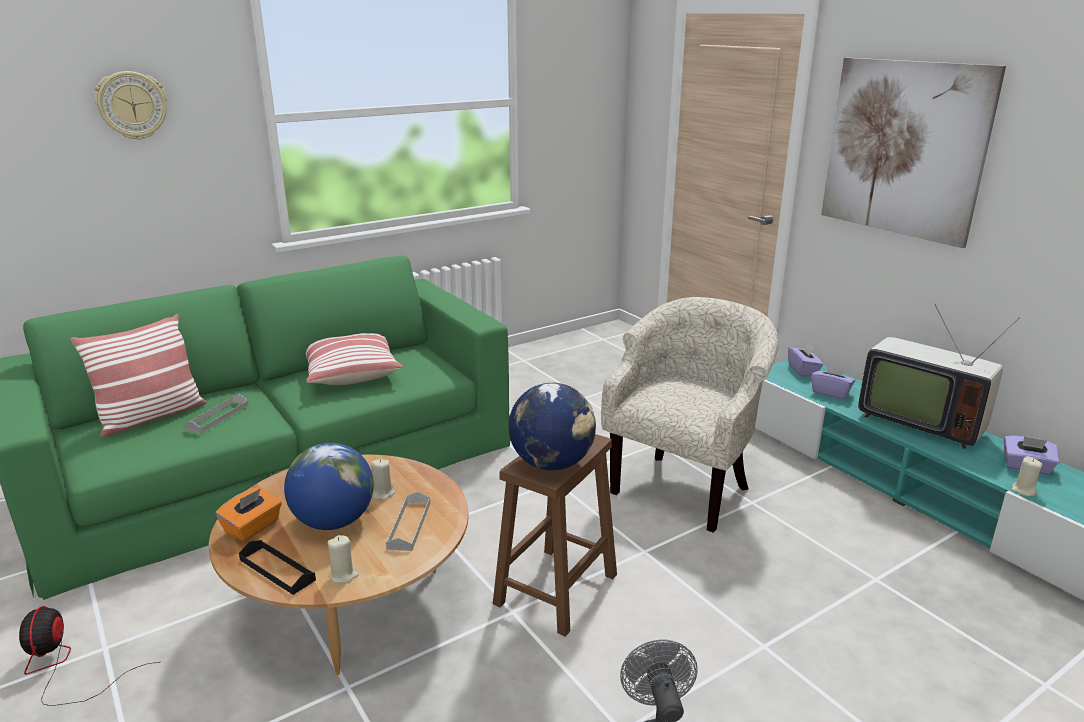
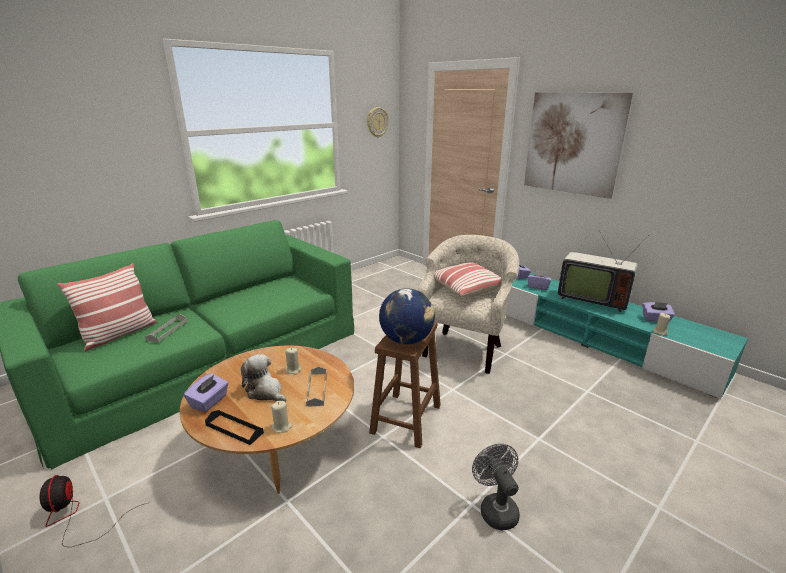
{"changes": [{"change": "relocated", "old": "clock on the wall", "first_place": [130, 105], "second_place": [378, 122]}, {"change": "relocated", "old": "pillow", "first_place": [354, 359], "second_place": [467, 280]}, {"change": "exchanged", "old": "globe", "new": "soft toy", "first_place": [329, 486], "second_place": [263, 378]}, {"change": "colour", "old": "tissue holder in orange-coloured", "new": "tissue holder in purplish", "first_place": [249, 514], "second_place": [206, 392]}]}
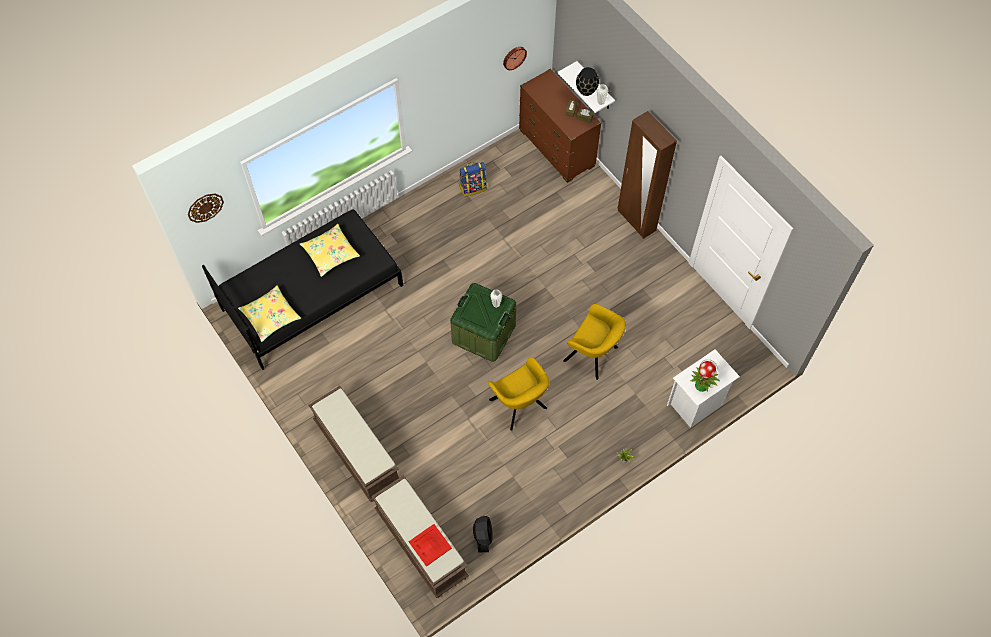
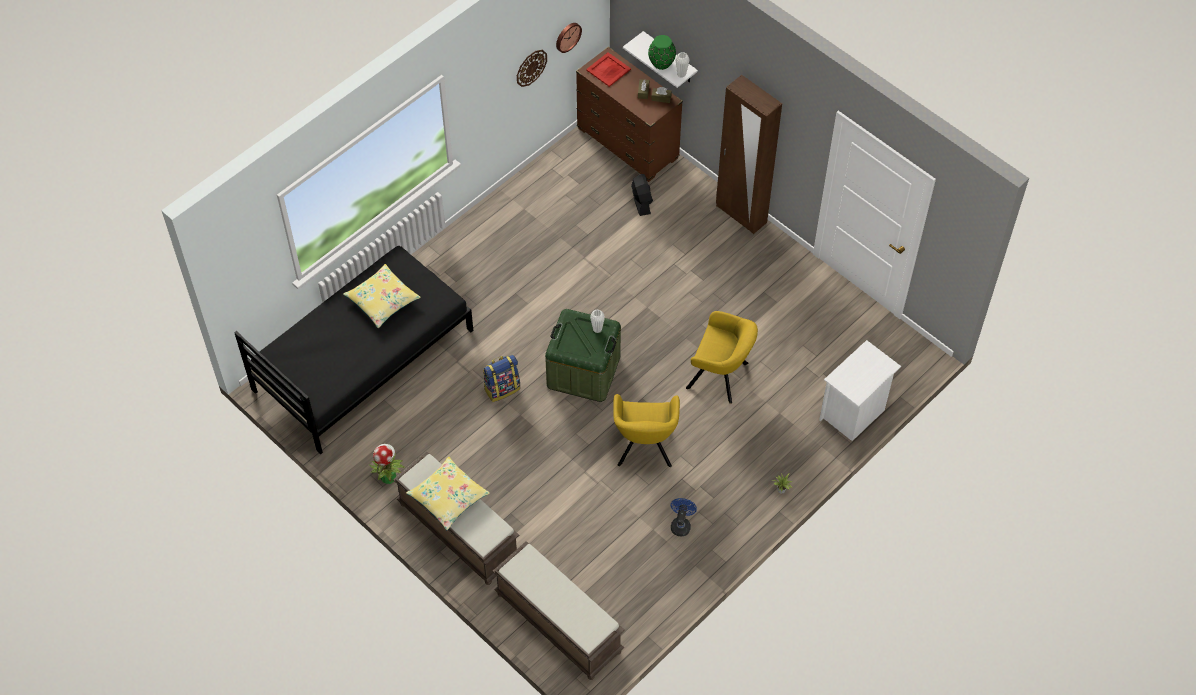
{"changes": [{"change": "colour", "old": "flower vase in black", "new": "flower vase in green", "first_place": [587, 81], "second_place": [662, 52]}, {"change": "relocated", "old": "knapsack", "first_place": [473, 179], "second_place": [501, 378]}, {"change": "relocated", "old": "clock on the wall", "first_place": [206, 208], "second_place": [532, 68]}, {"change": "relocated", "old": "pillow in yellowish", "first_place": [269, 313], "second_place": [448, 493]}, {"change": "spun", "old": "easy chair in yellowish", "first_place": [519, 394], "second_place": [646, 430], "degrees": 45}, {"change": "relocated", "old": "potted plant", "first_place": [705, 375], "second_place": [387, 464]}, {"change": "relocated", "old": "cooling fan in black", "first_place": [483, 534], "second_place": [642, 195]}, {"change": "relocated", "old": "carrying tray in red", "first_place": [430, 545], "second_place": [608, 69]}, {"change": "appeared", "new": "cooling fan in blue", "second_place": [684, 517]}]}
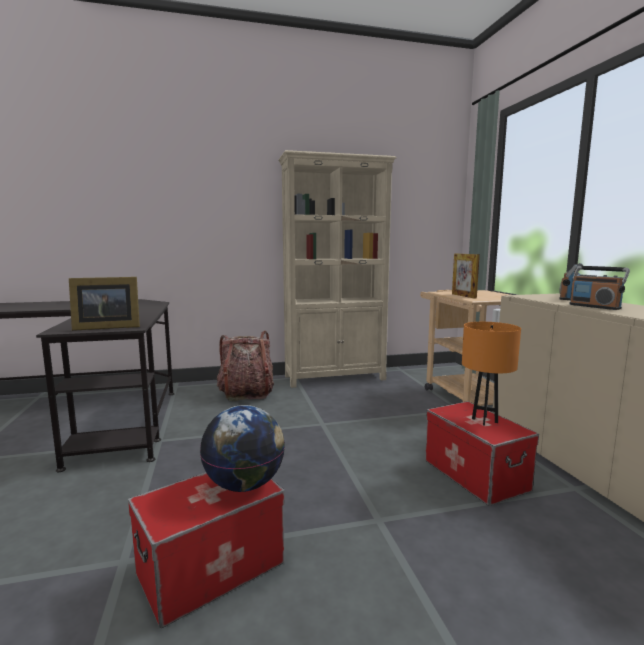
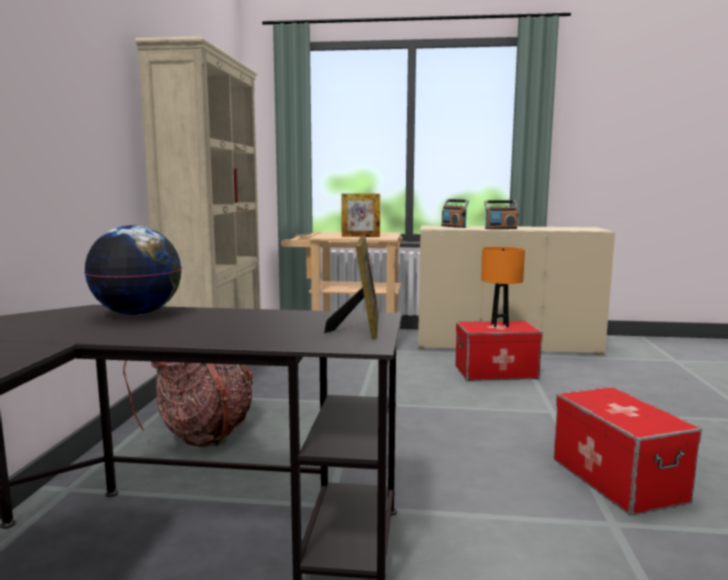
{"changes": [{"change": "relocated", "old": "globe", "first_place": [242, 448], "second_place": [133, 270]}]}
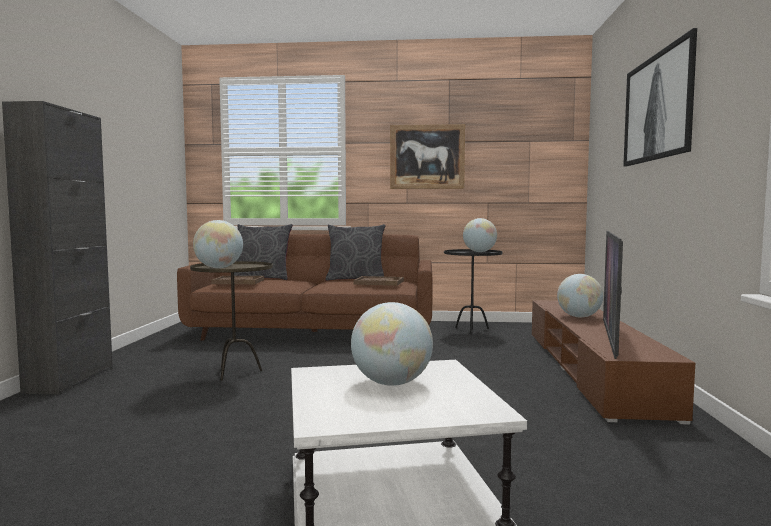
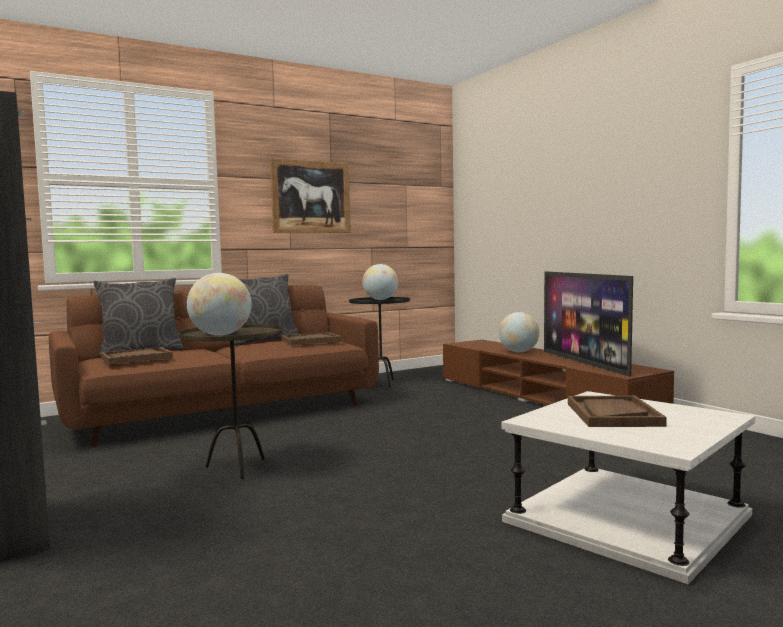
{"changes": [{"change": "missing", "old": "wall art", "first_place": [660, 97]}, {"change": "exchanged", "old": "globe", "new": "carrying tray in brown", "first_place": [392, 344], "second_place": [617, 411]}]}
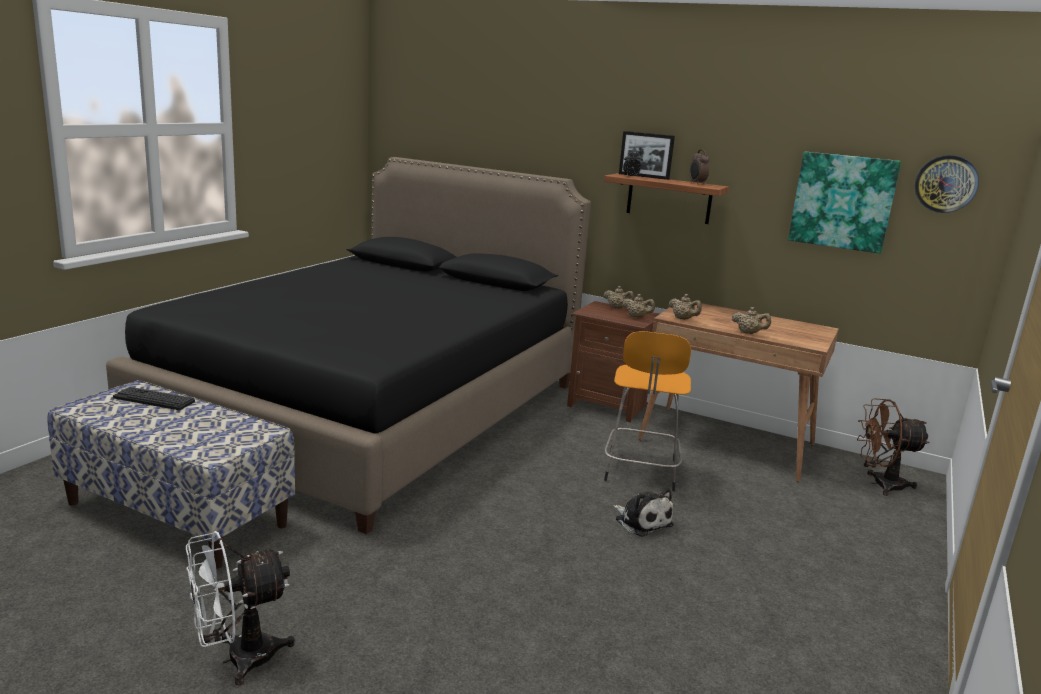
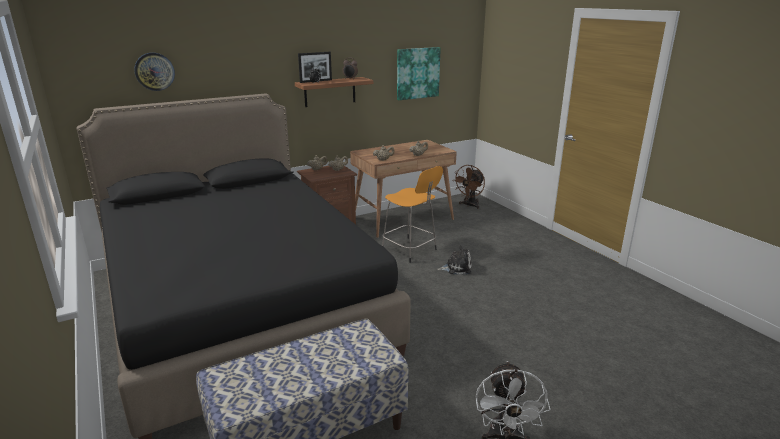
{"changes": [{"change": "relocated", "old": "clock on the wall", "first_place": [947, 184], "second_place": [154, 72]}, {"change": "missing", "old": "computer keyboard", "first_place": [154, 398]}]}
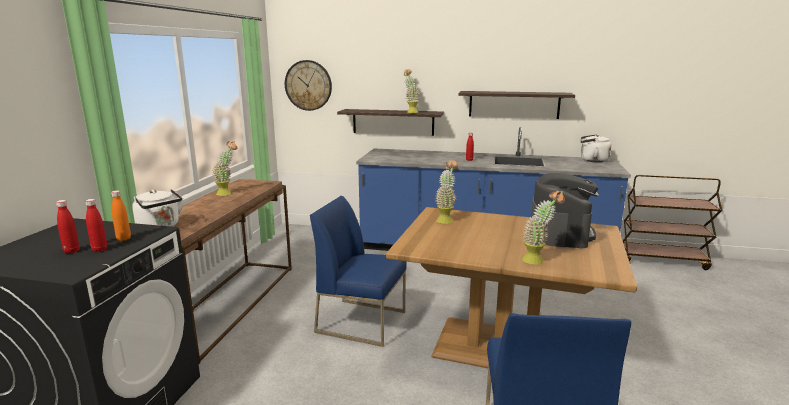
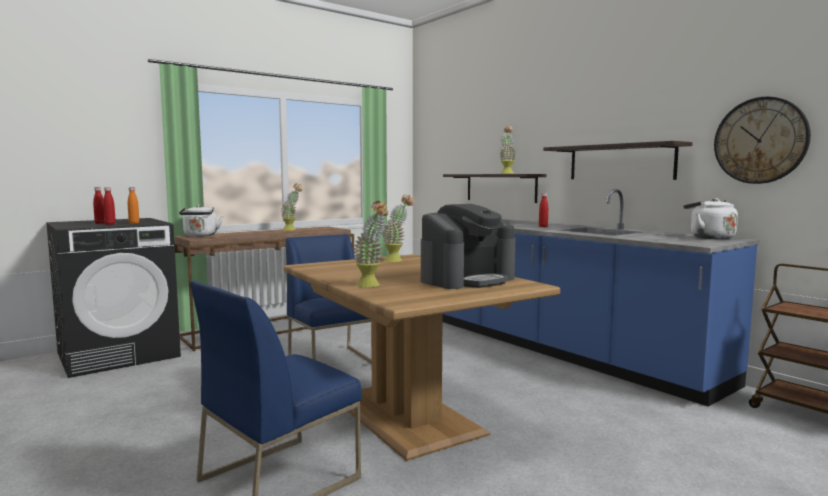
{"changes": [{"change": "relocated", "old": "clock on the wall", "first_place": [308, 85], "second_place": [762, 140]}]}
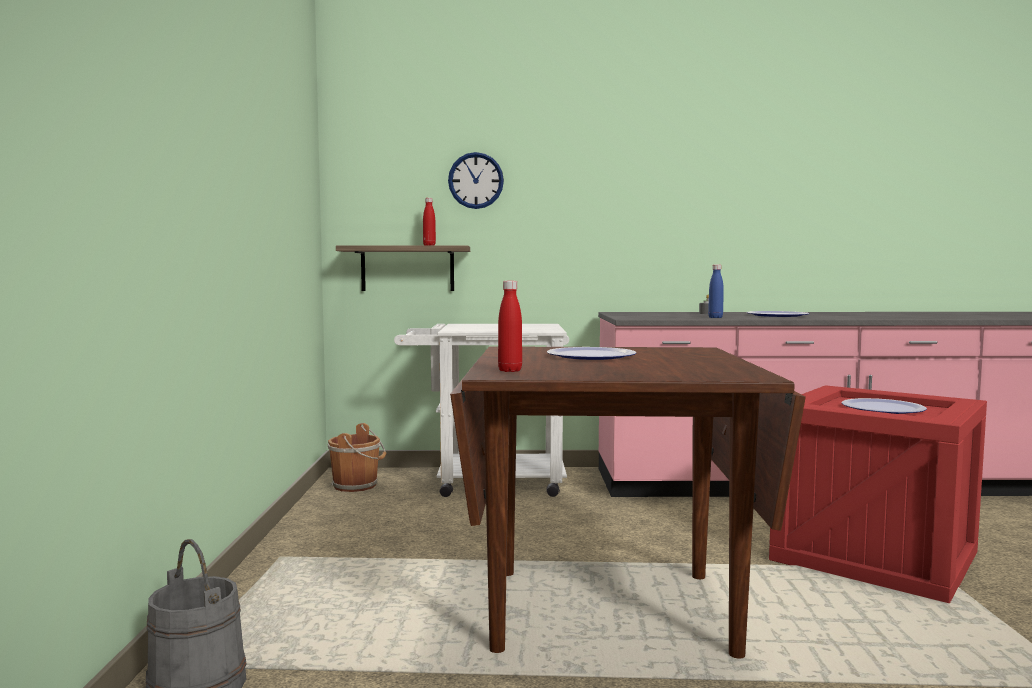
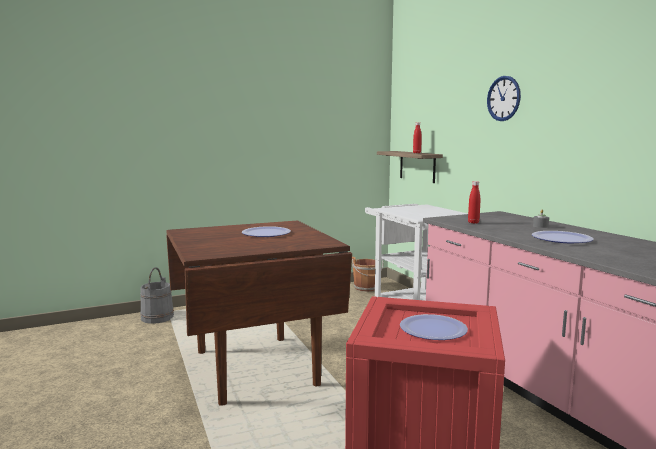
{"changes": [{"change": "relocated", "old": "clock on the wall", "first_place": [476, 180], "second_place": [504, 98]}, {"change": "missing", "old": "beverage bottle in blue", "first_place": [716, 291]}, {"change": "relocated", "old": "beverage bottle in red", "first_place": [510, 326], "second_place": [474, 202]}]}
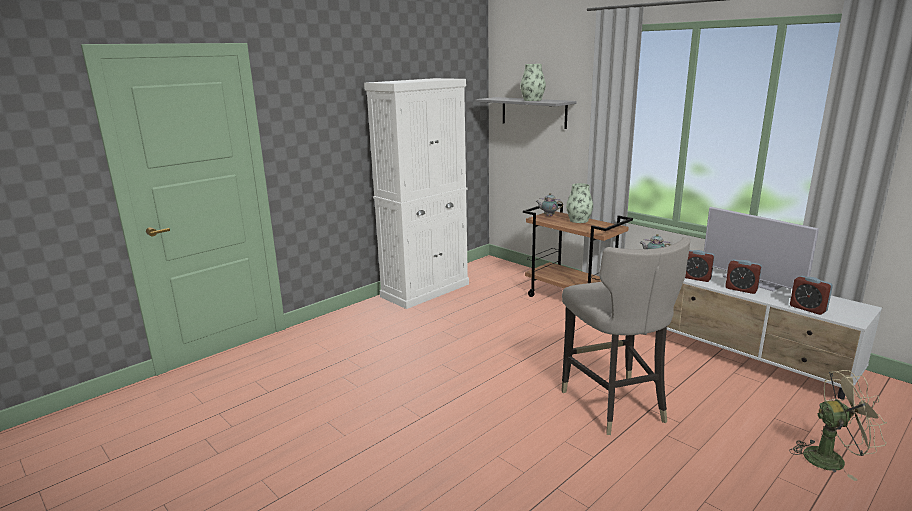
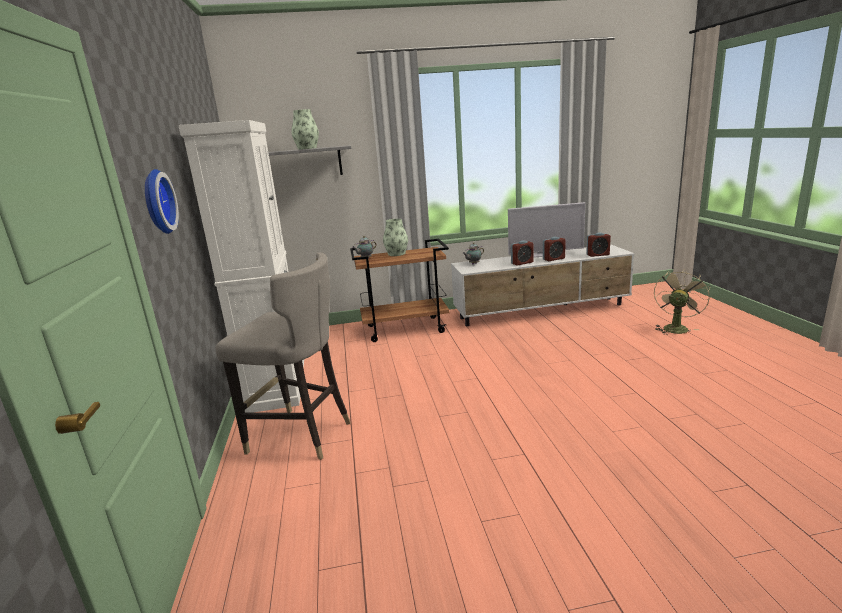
{"changes": [{"change": "relocated", "old": "stool in greyish", "first_place": [625, 336], "second_place": [283, 356]}, {"change": "appeared", "new": "clock on the wall", "second_place": [162, 201]}]}
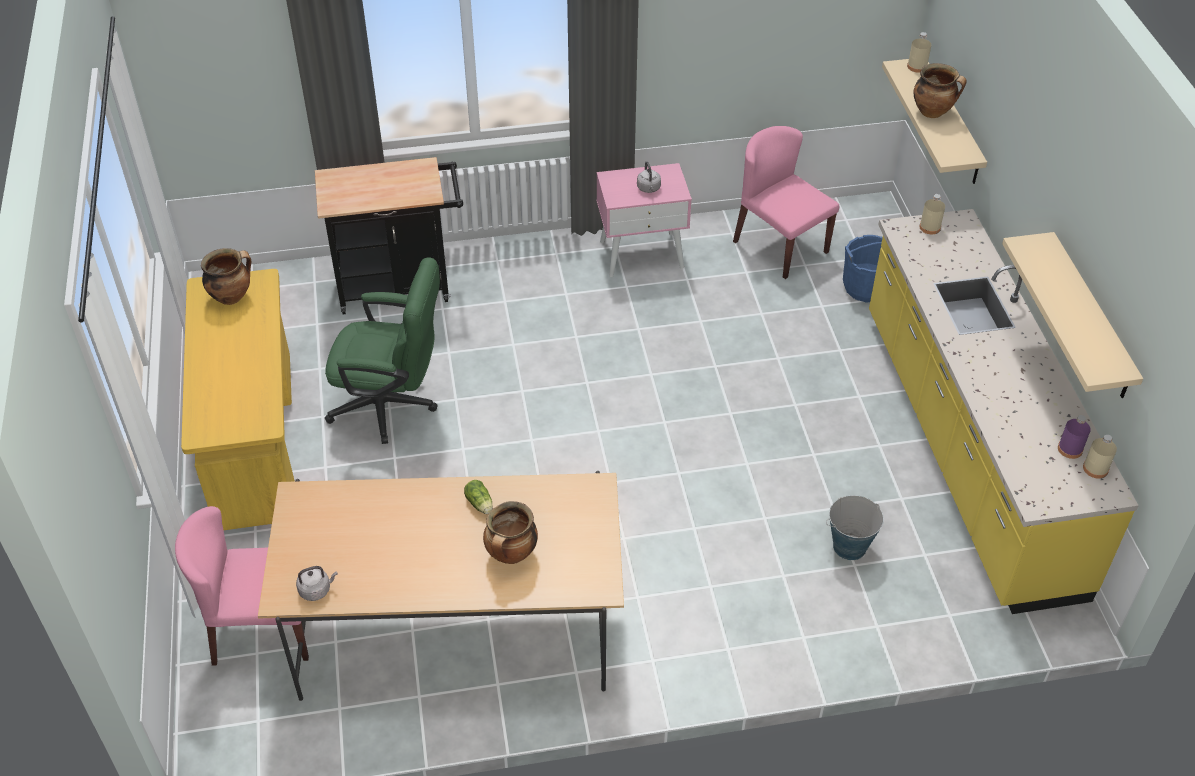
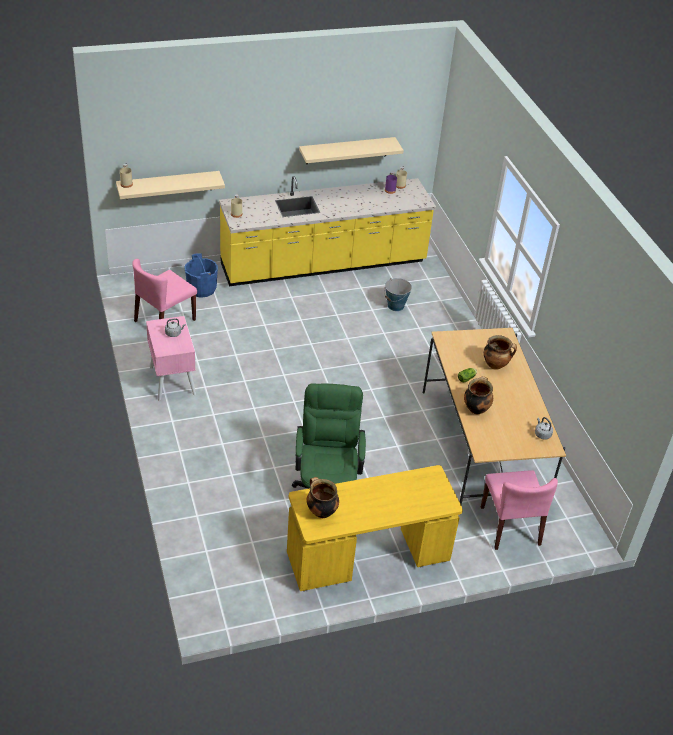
{"changes": [{"change": "relocated", "old": "cooking pot", "first_place": [940, 90], "second_place": [478, 395]}, {"change": "missing", "old": "cart in black", "first_place": [389, 235]}]}
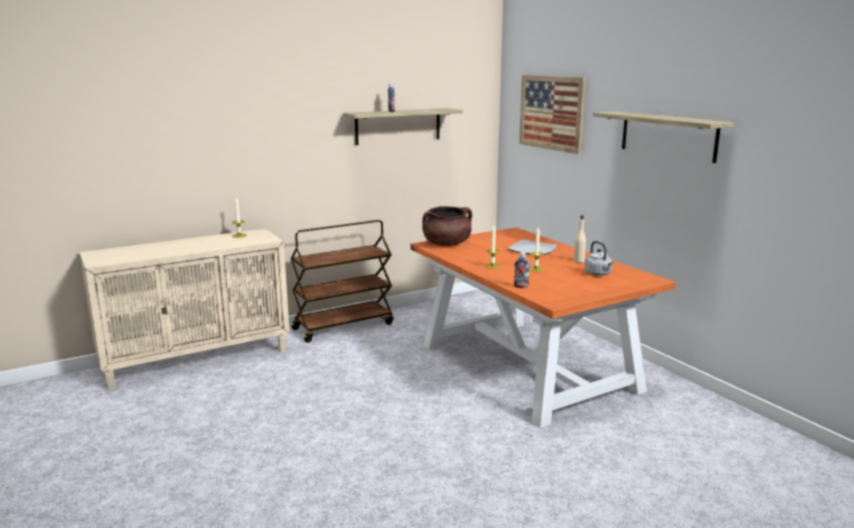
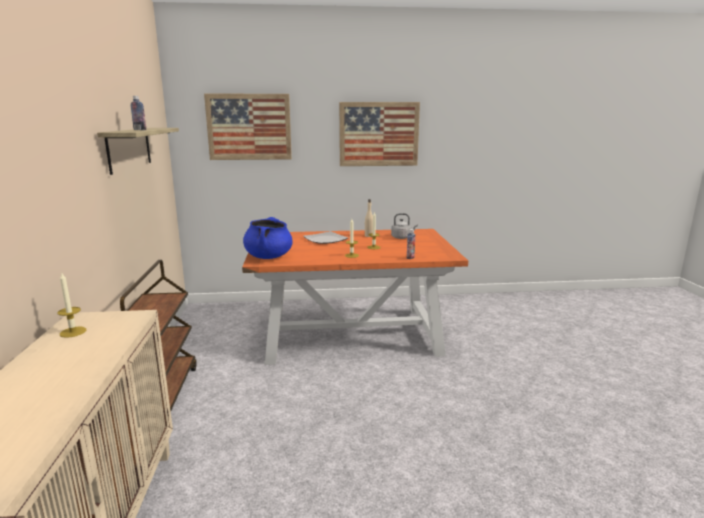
{"changes": [{"change": "exchanged", "old": "bracket shelf", "new": "wall art", "first_place": [664, 137], "second_place": [379, 134]}, {"change": "colour", "old": "cooking pot in brown", "new": "cooking pot in blue", "first_place": [447, 226], "second_place": [268, 238]}]}
